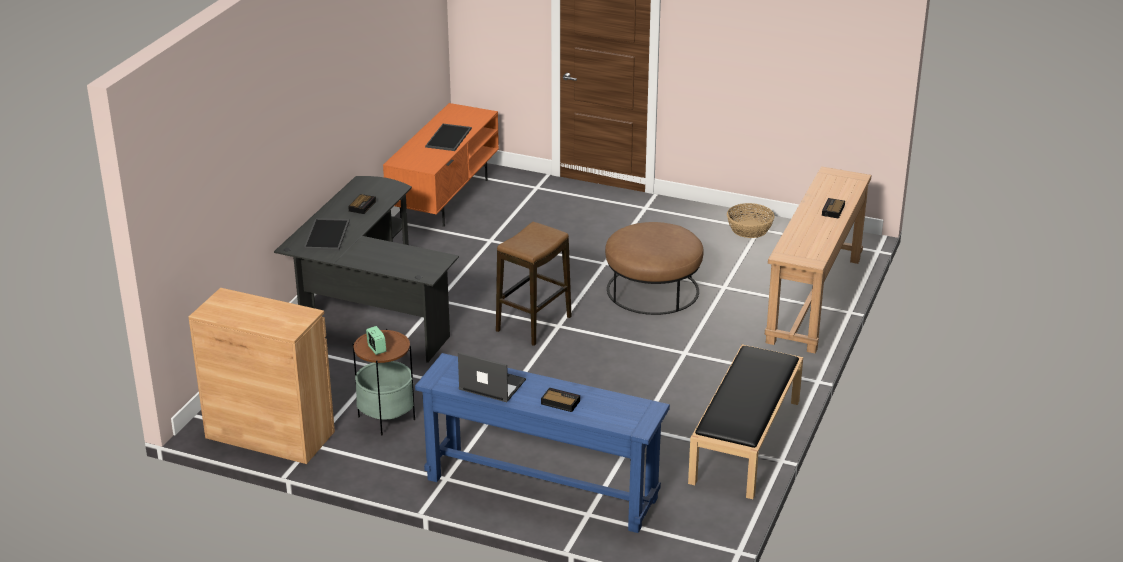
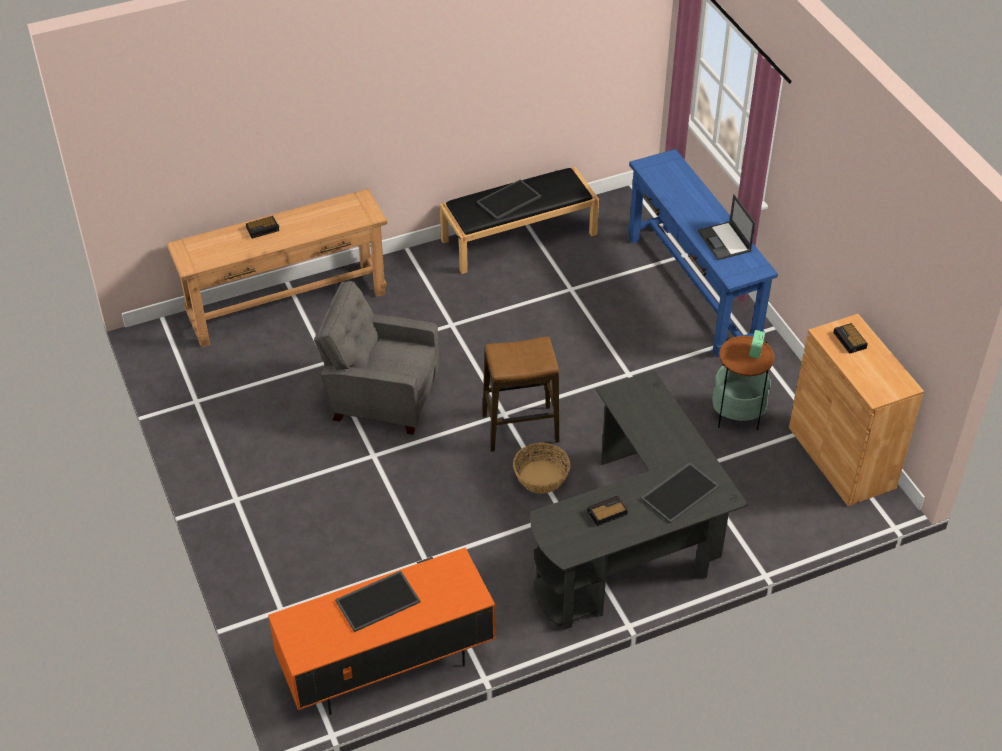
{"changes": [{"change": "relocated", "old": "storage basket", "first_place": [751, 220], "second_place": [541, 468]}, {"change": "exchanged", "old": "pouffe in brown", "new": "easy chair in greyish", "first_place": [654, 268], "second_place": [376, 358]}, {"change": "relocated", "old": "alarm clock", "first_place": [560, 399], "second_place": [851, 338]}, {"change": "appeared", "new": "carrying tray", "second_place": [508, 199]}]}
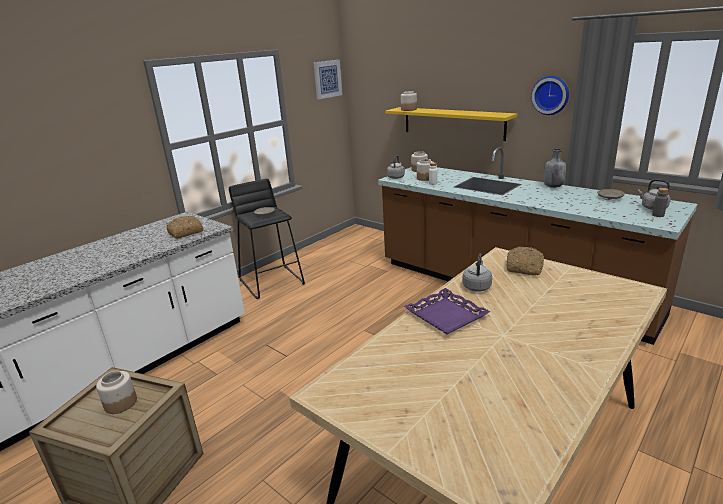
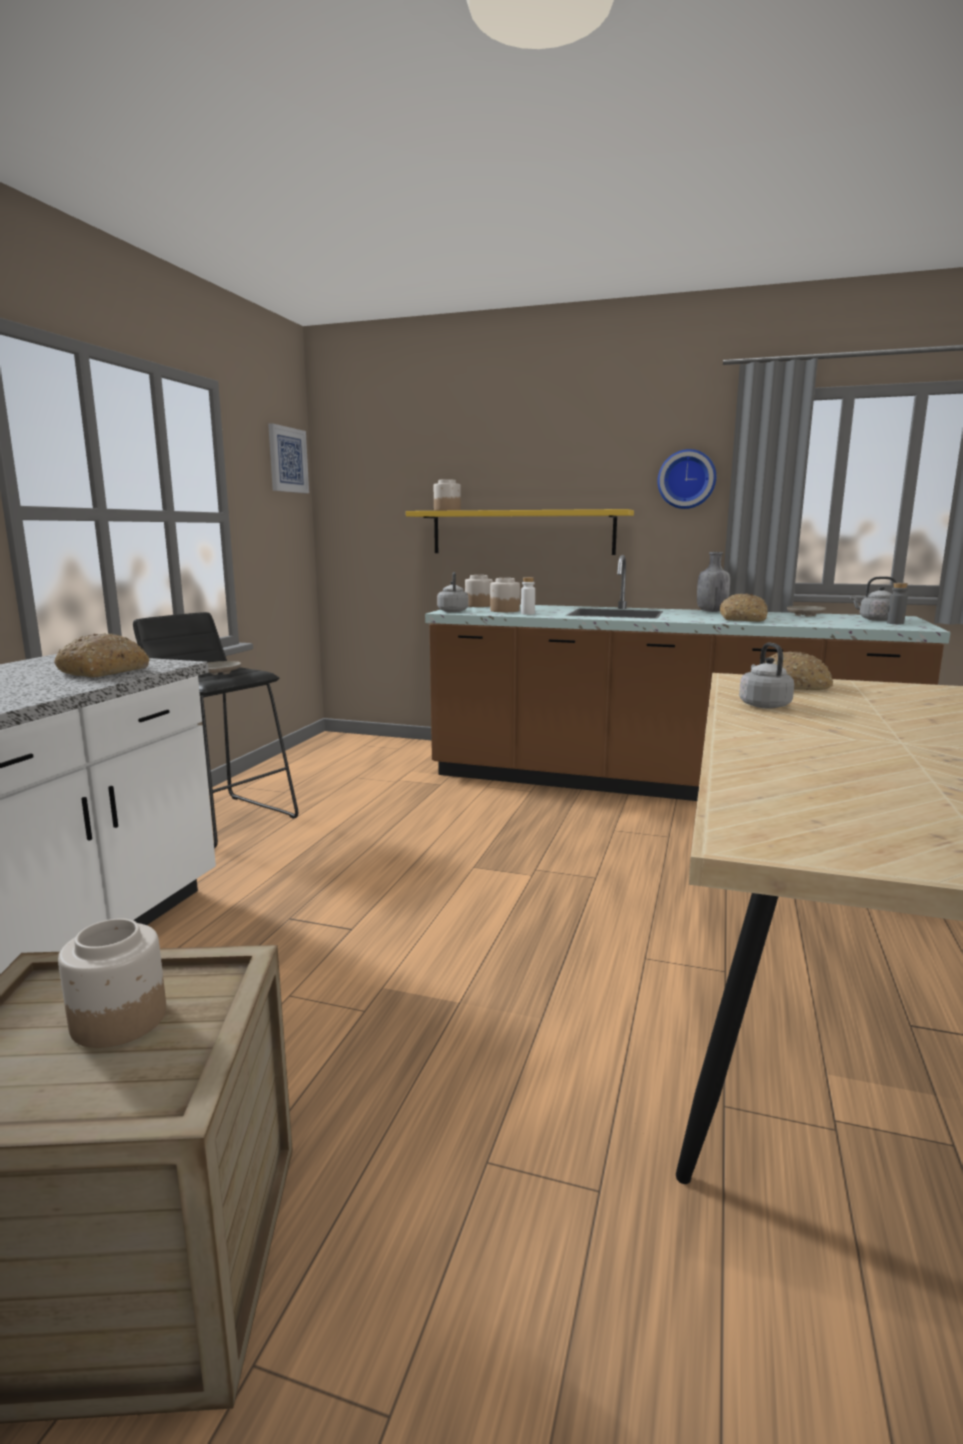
{"changes": [{"change": "missing", "old": "carrying tray in purplish", "first_place": [447, 311]}, {"change": "appeared", "new": "baked bread", "second_place": [743, 608]}]}
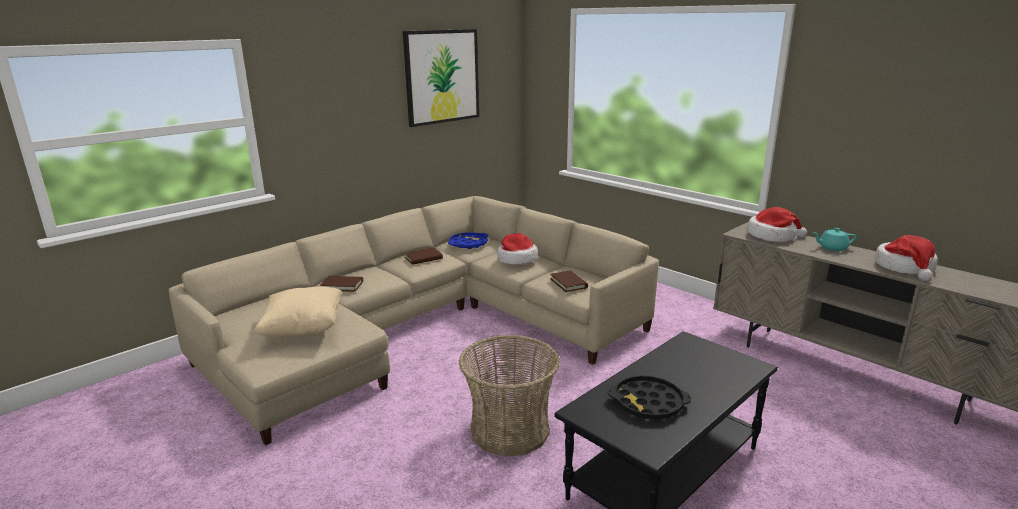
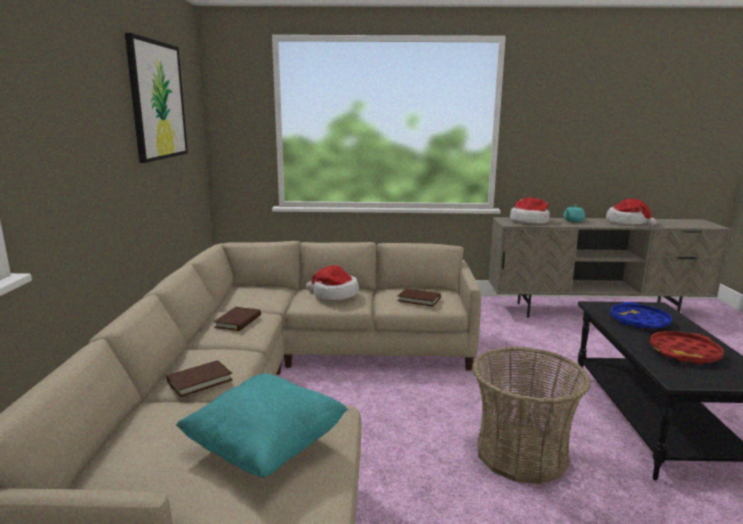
{"changes": [{"change": "relocated", "old": "carrying tray in blue", "first_place": [468, 240], "second_place": [641, 315]}, {"change": "colour", "old": "pillow in sand-coloured", "new": "pillow in turquoise-coloured", "first_place": [298, 312], "second_place": [262, 425]}, {"change": "colour", "old": "carrying tray in black", "new": "carrying tray in red", "first_place": [649, 397], "second_place": [687, 348]}]}
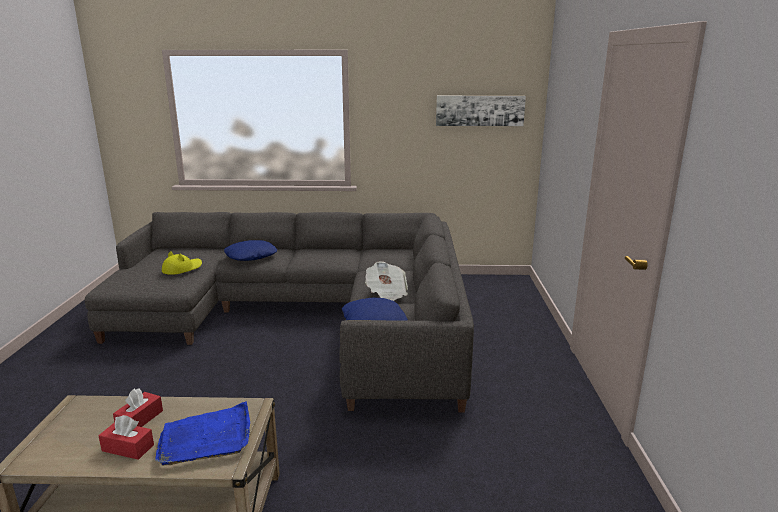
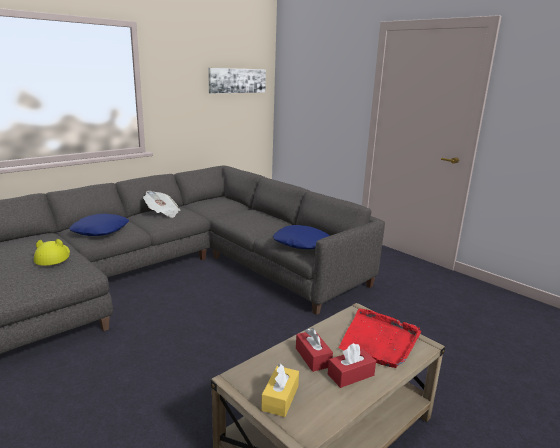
{"changes": [{"change": "relocated", "old": "daily paper", "first_place": [386, 281], "second_place": [162, 204]}, {"change": "colour", "old": "carrying tray in blue", "new": "carrying tray in red", "first_place": [202, 433], "second_place": [380, 338]}, {"change": "appeared", "new": "tissue holder in yellowish", "second_place": [280, 390]}]}
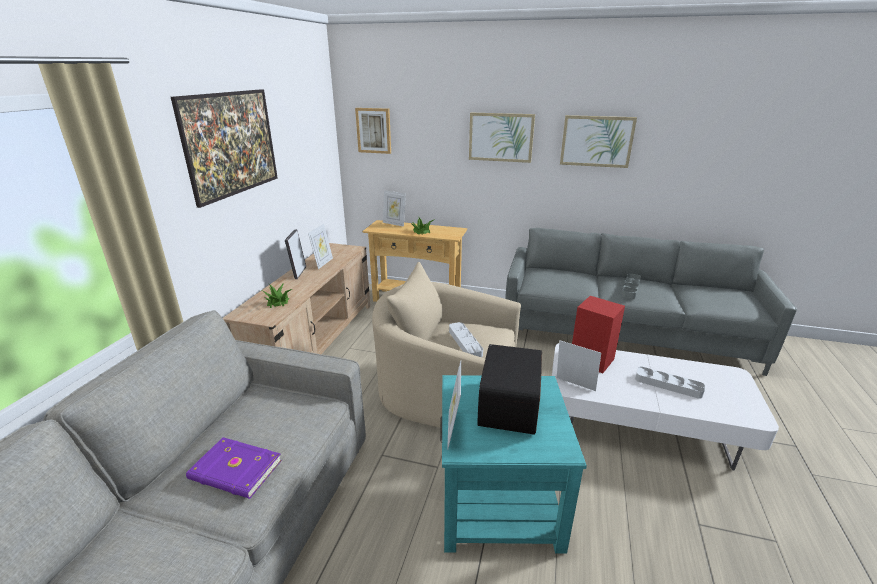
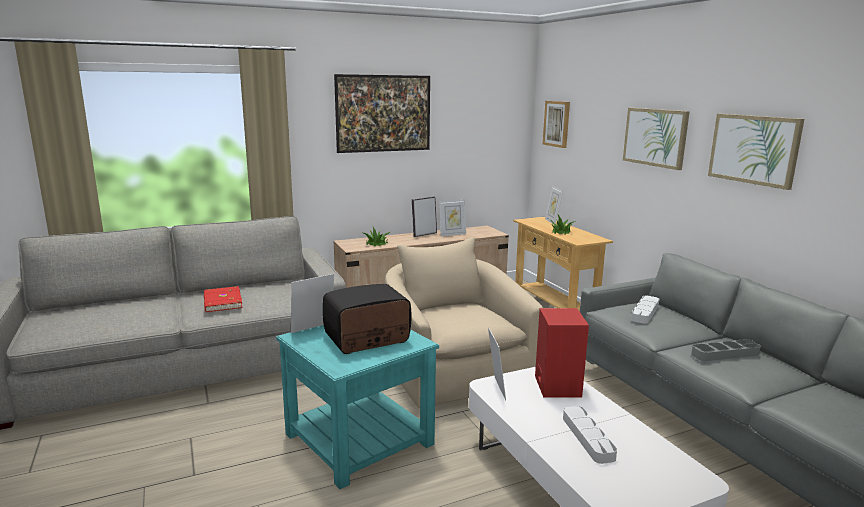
{"changes": [{"change": "relocated", "old": "carrying tray in greyish", "first_place": [466, 339], "second_place": [645, 310]}, {"change": "colour", "old": "bound book in purplish", "new": "bound book in red", "first_place": [234, 468], "second_place": [223, 299]}]}
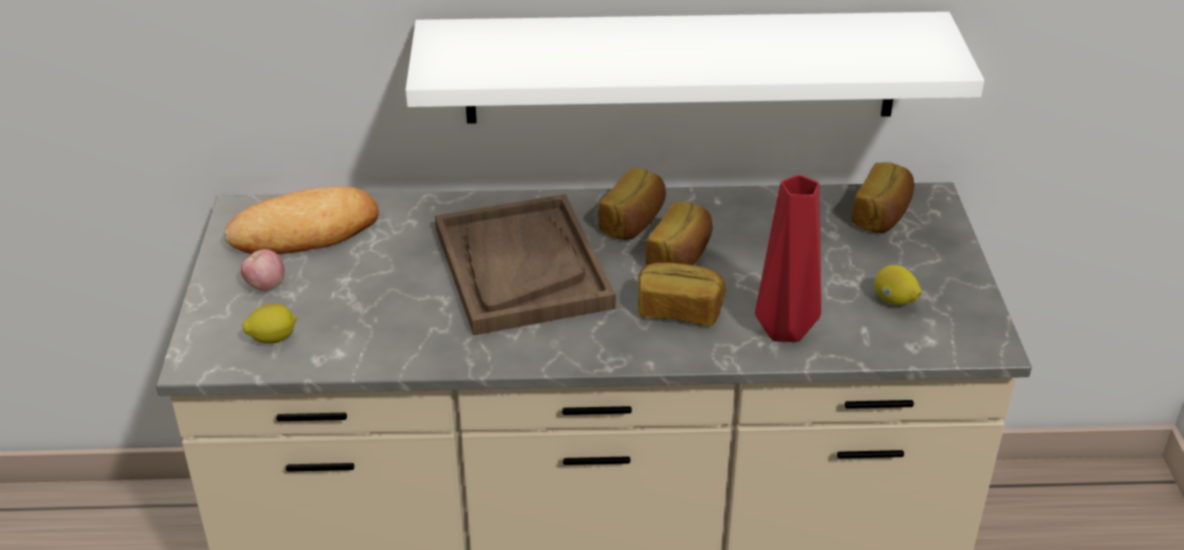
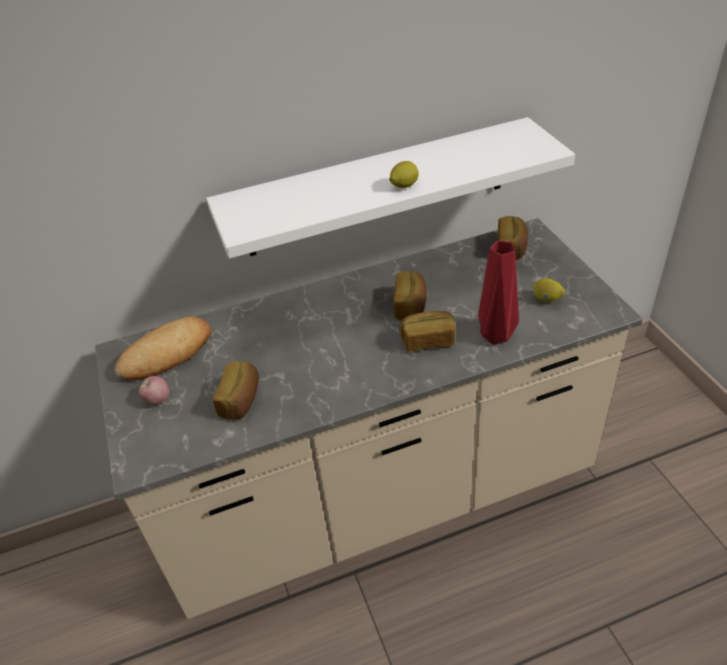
{"changes": [{"change": "relocated", "old": "baked bread", "first_place": [632, 204], "second_place": [236, 390]}, {"change": "missing", "old": "carrying tray in brown", "first_place": [525, 264]}, {"change": "relocated", "old": "whole lemon", "first_place": [269, 323], "second_place": [403, 174]}]}
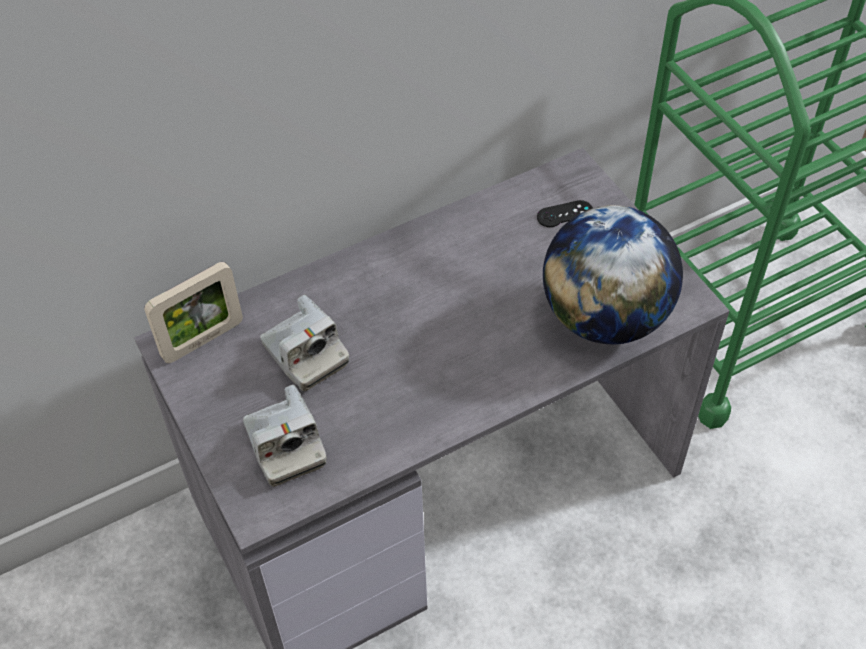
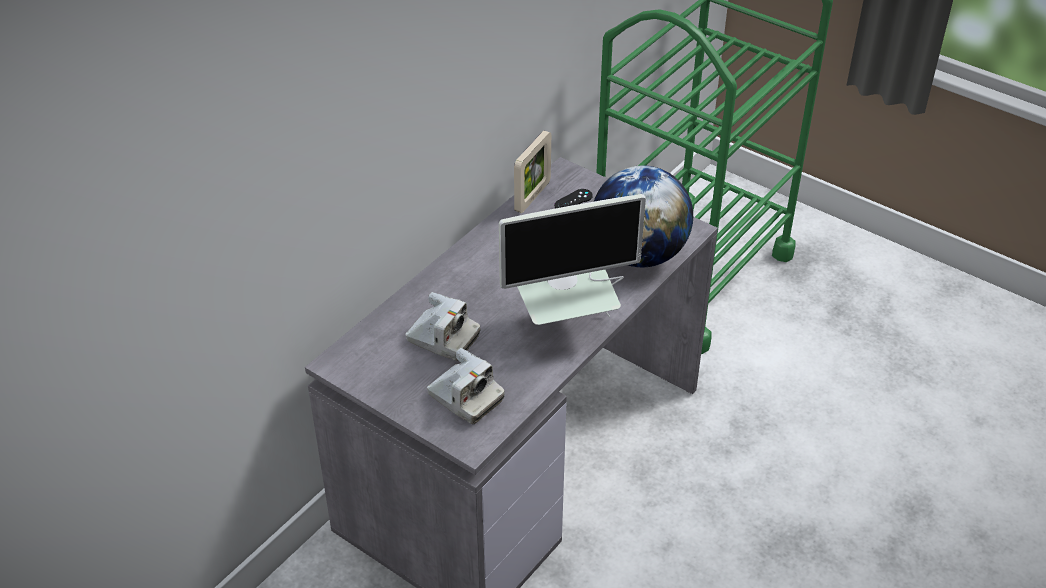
{"changes": [{"change": "relocated", "old": "photo frame", "first_place": [193, 312], "second_place": [532, 172]}, {"change": "appeared", "new": "monitor", "second_place": [572, 259]}]}
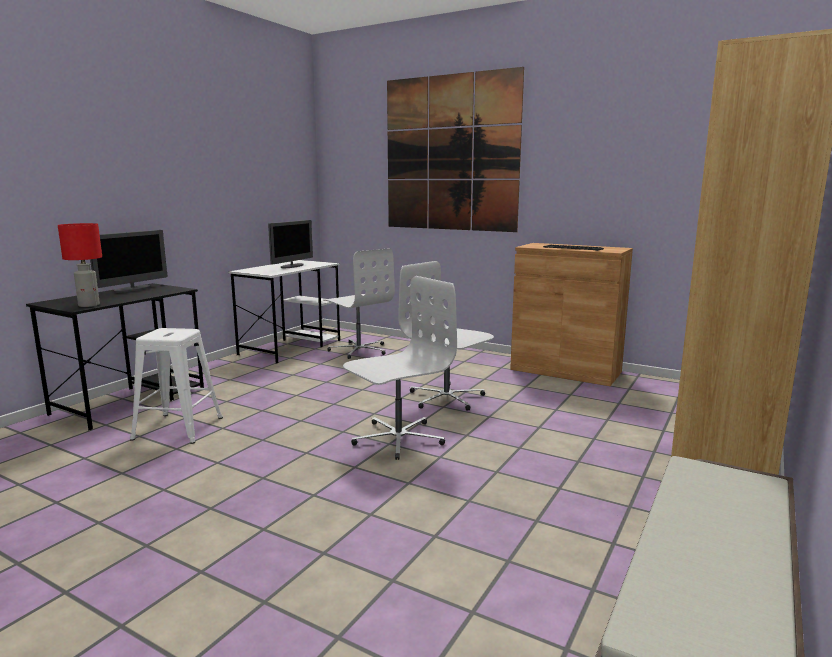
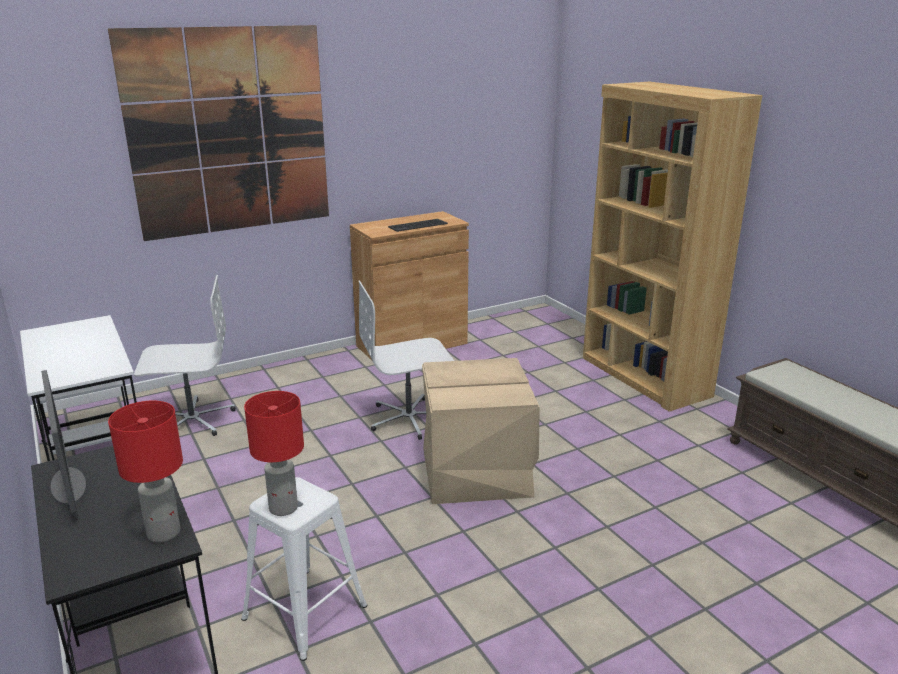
{"changes": [{"change": "missing", "old": "monitor", "first_place": [290, 244]}, {"change": "exchanged", "old": "office chair in white-coloured", "new": "storage container in sand-coloured", "first_place": [400, 368], "second_place": [481, 431]}, {"change": "appeared", "new": "lamp for a table in red", "second_place": [274, 453]}]}
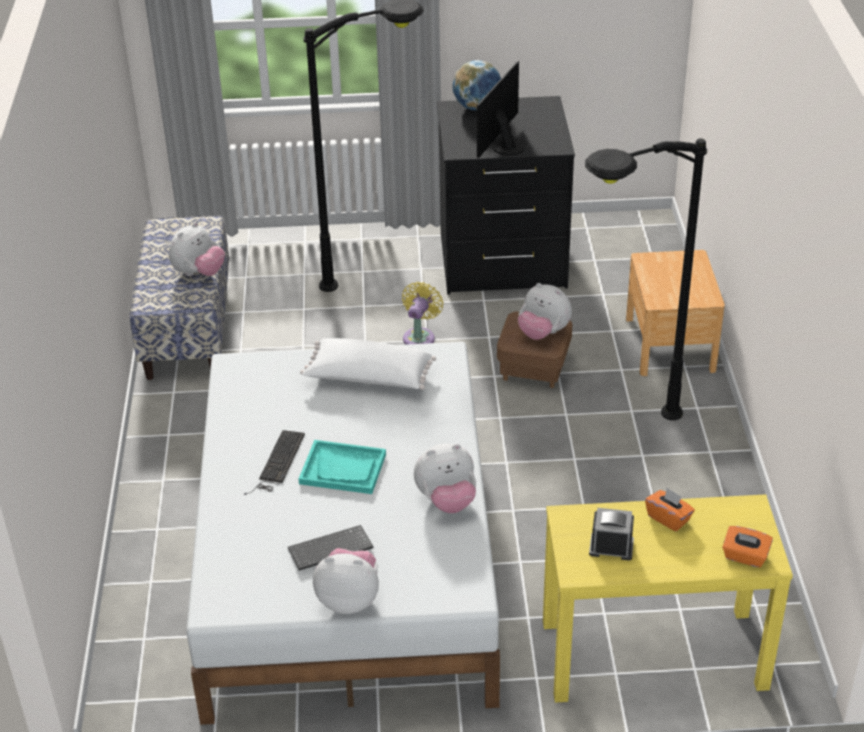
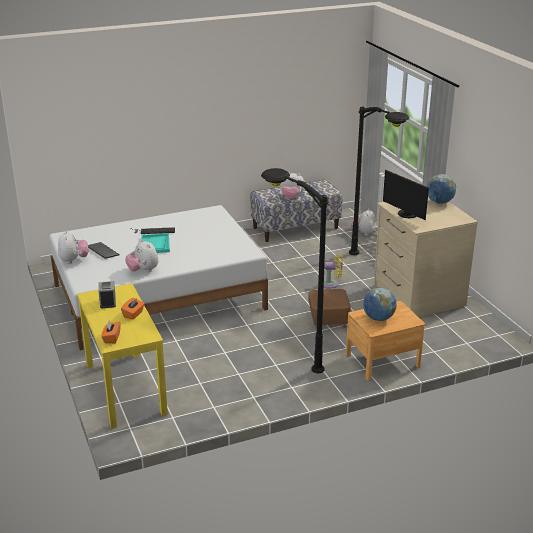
{"changes": [{"change": "spun", "old": "monitor", "first_place": [502, 110], "second_place": [406, 195], "degrees": -135}, {"change": "colour", "old": "drawer chest in black", "new": "drawer chest in sand-coloured", "first_place": [506, 195], "second_place": [426, 257]}, {"change": "relocated", "old": "soft toy", "first_place": [545, 311], "second_place": [363, 222]}, {"change": "missing", "old": "pillow in white-coloured", "first_place": [368, 364]}, {"change": "appeared", "new": "globe", "second_place": [380, 304]}]}
